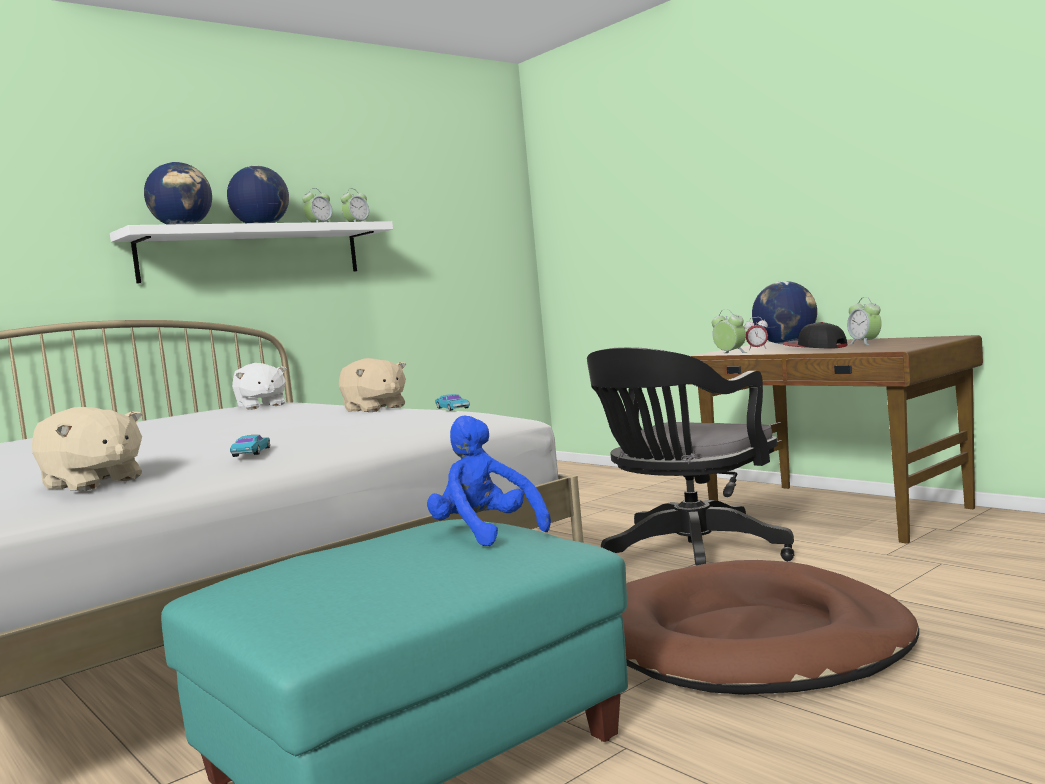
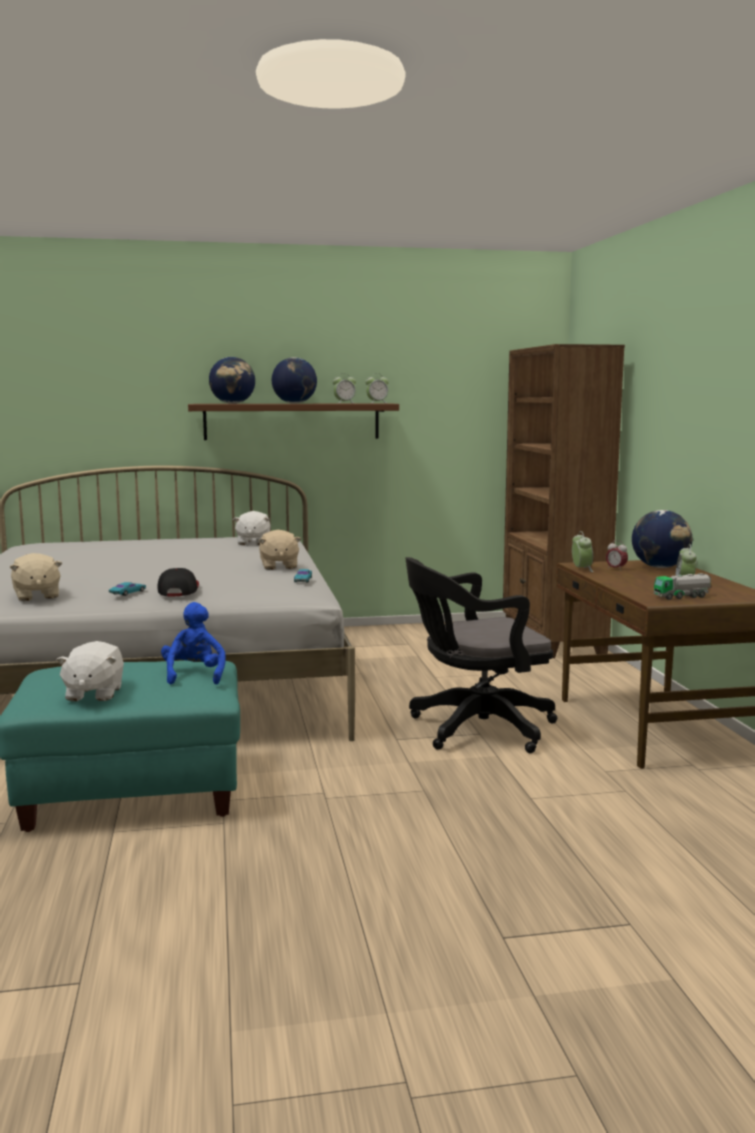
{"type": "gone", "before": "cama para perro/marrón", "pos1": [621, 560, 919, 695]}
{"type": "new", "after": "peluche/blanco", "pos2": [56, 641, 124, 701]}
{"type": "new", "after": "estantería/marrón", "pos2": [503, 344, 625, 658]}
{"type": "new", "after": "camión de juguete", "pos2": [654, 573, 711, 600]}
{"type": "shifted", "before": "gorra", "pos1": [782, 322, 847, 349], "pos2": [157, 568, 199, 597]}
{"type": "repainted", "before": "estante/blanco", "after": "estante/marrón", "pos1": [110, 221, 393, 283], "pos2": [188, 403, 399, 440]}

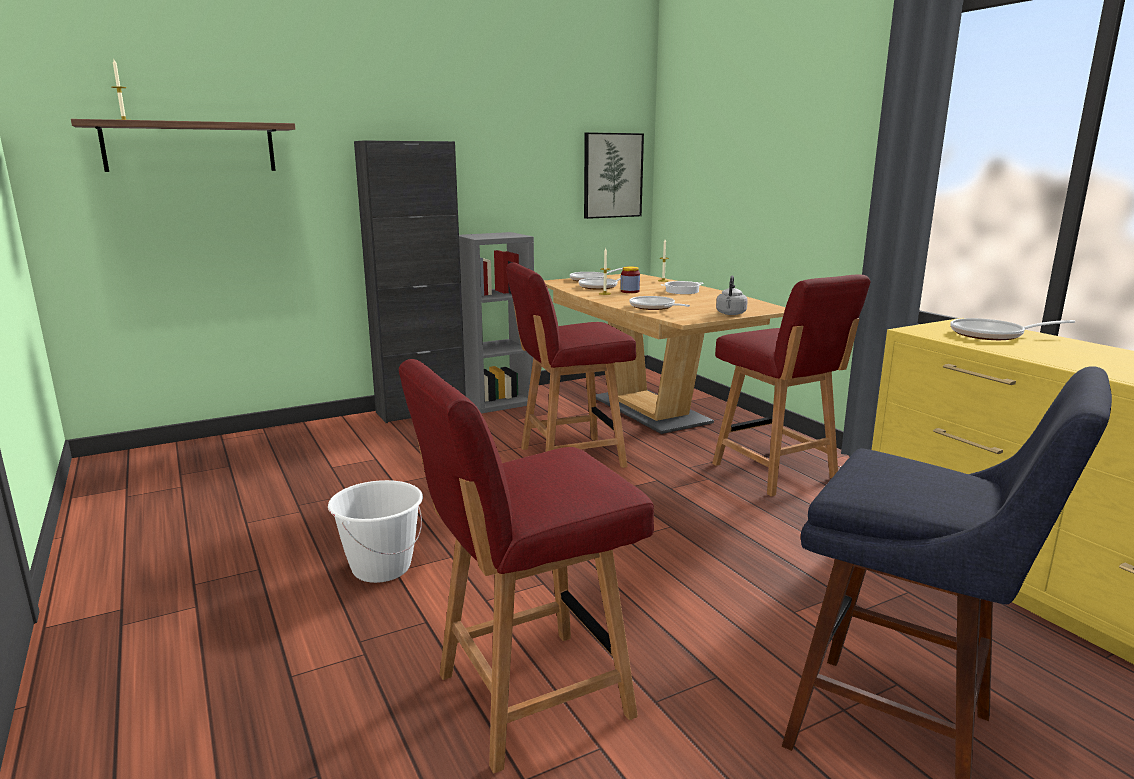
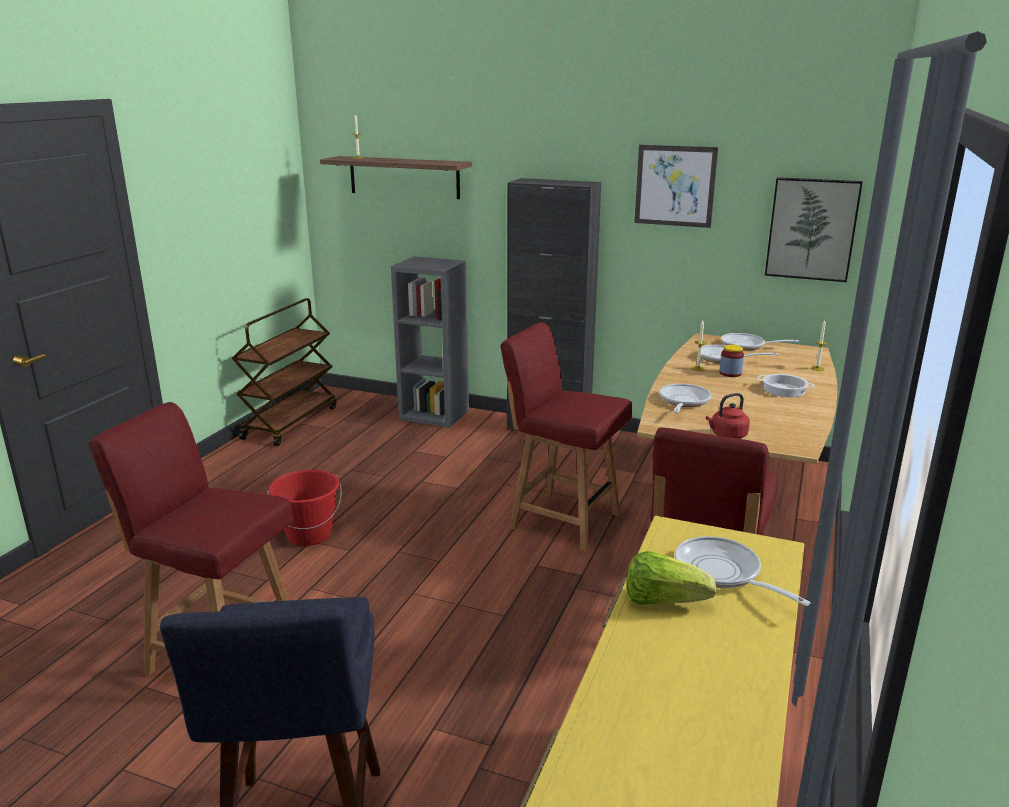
{"type": "new", "after": "carrito/marrón", "pos2": [232, 298, 336, 446]}
{"type": "new", "after": "lechuga", "pos2": [627, 551, 717, 605]}
{"type": "new", "after": "cuadro", "pos2": [634, 145, 718, 228]}
{"type": "shifted", "before": "estantería/gris", "pos1": [459, 232, 534, 413], "pos2": [391, 256, 469, 428]}
{"type": "repainted", "before": "cubo/blanco", "after": "cubo/rojo", "pos1": [328, 480, 423, 583], "pos2": [267, 470, 342, 546]}
{"type": "repainted", "before": "hervidor/gris", "after": "hervidor/rojo", "pos1": [716, 276, 748, 315], "pos2": [706, 393, 750, 439]}

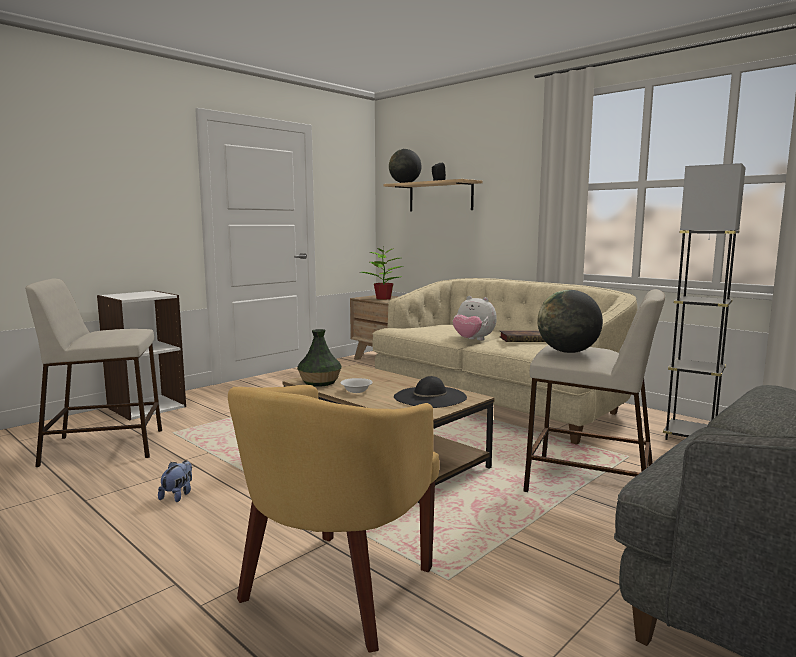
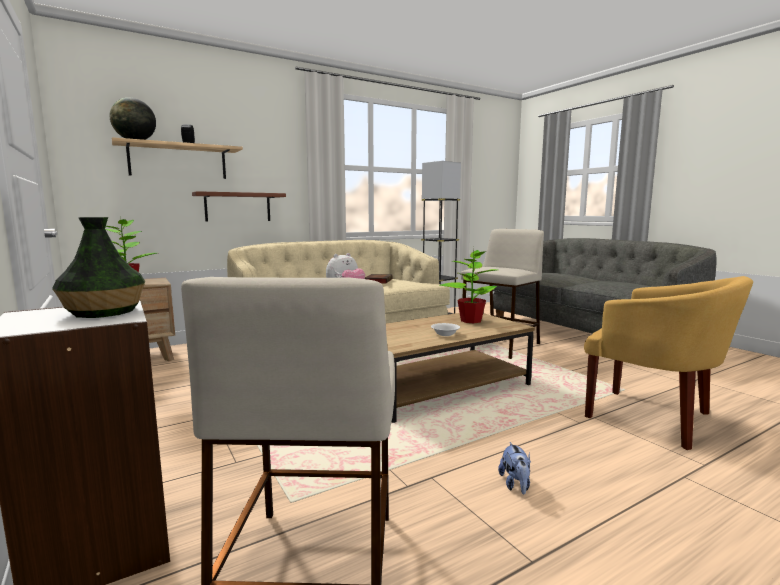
{"type": "gone", "before": "globo terráqueo", "pos1": [537, 290, 603, 353]}
{"type": "new", "after": "estante/marrón", "pos2": [192, 191, 286, 222]}
{"type": "shifted", "before": "florero", "pos1": [297, 329, 342, 386], "pos2": [52, 217, 145, 318]}
{"type": "swapped", "before": "sombrero/negro", "after": "planta en maceta", "pos1": [394, 376, 467, 408], "pos2": [439, 250, 497, 323]}
{"type": "rotated", "before": "peluche", "pos1": [158, 460, 192, 502], "pos2": [498, 442, 531, 494], "turn": -120}

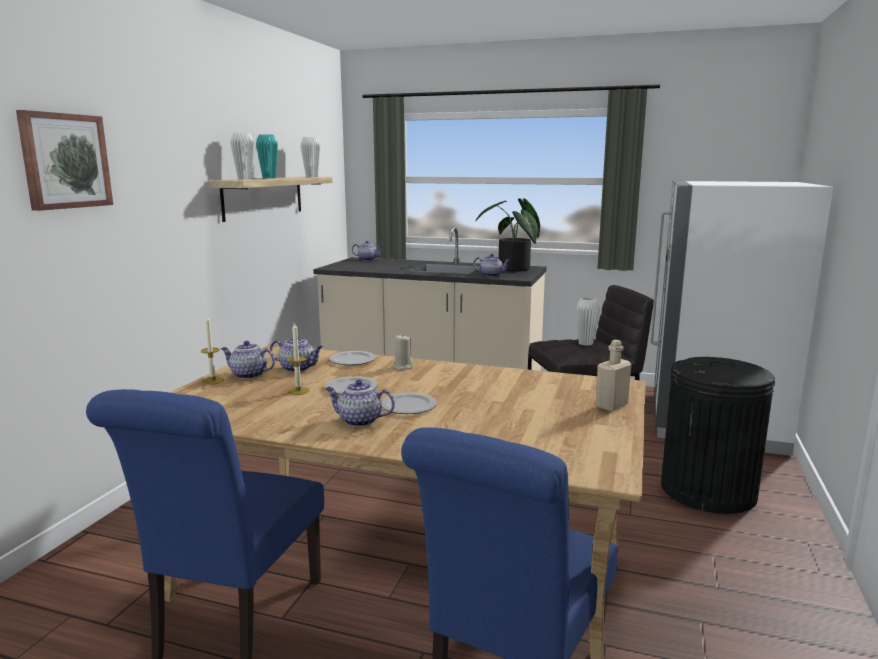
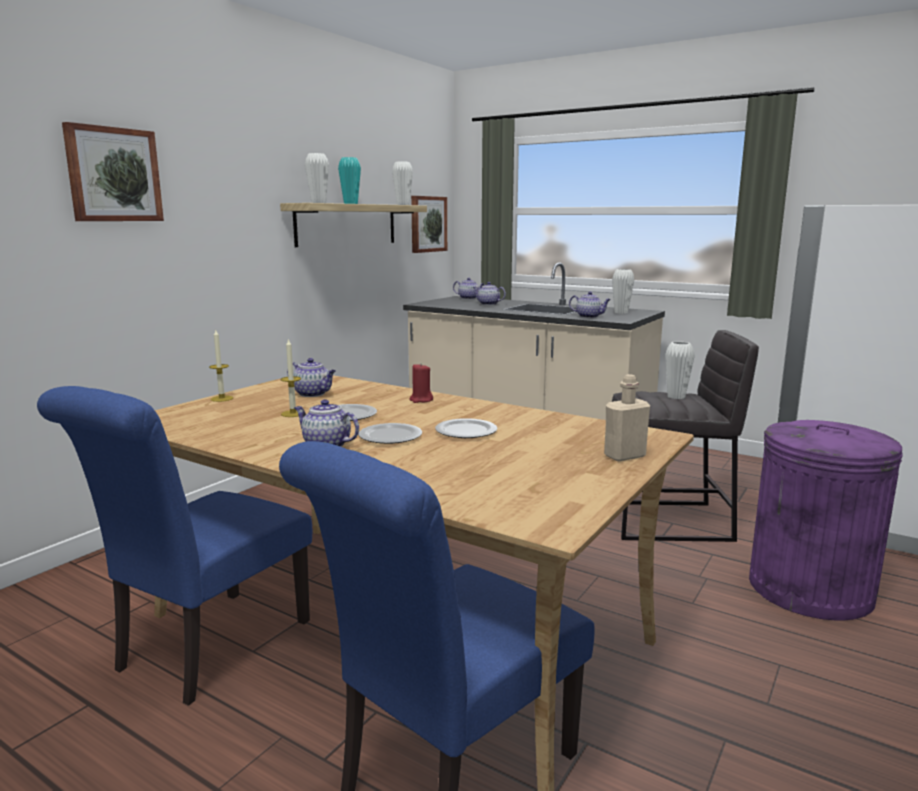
{"type": "new", "after": "cuadro", "pos2": [411, 196, 447, 253]}
{"type": "shifted", "before": "tetera", "pos1": [221, 341, 275, 379], "pos2": [473, 282, 506, 305]}
{"type": "shifted", "before": "plato", "pos1": [329, 351, 376, 366], "pos2": [435, 418, 497, 438]}
{"type": "swapped", "before": "planta en maceta", "after": "florero/blanco", "pos1": [475, 198, 540, 272], "pos2": [612, 269, 634, 314]}
{"type": "repainted", "before": "vela/beis", "after": "vela/rojo", "pos1": [393, 334, 414, 370], "pos2": [410, 364, 433, 403]}
{"type": "repainted", "before": "papelera/negro", "after": "papelera/morado", "pos1": [661, 357, 775, 514], "pos2": [749, 420, 902, 620]}

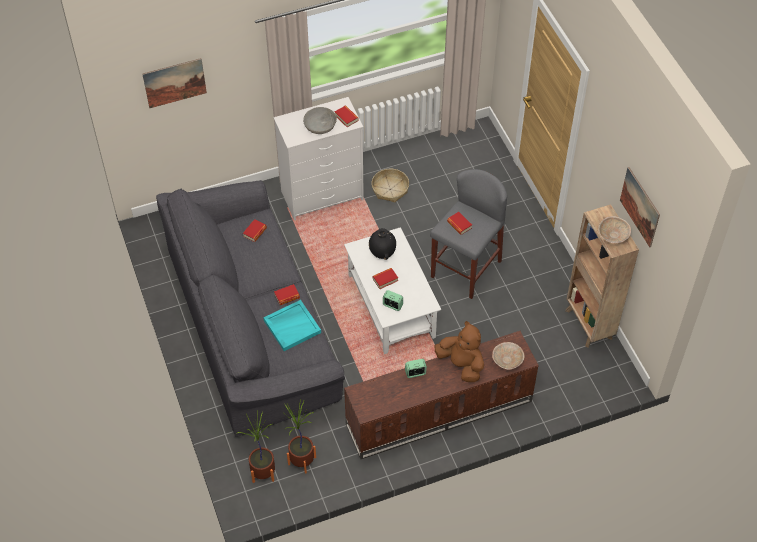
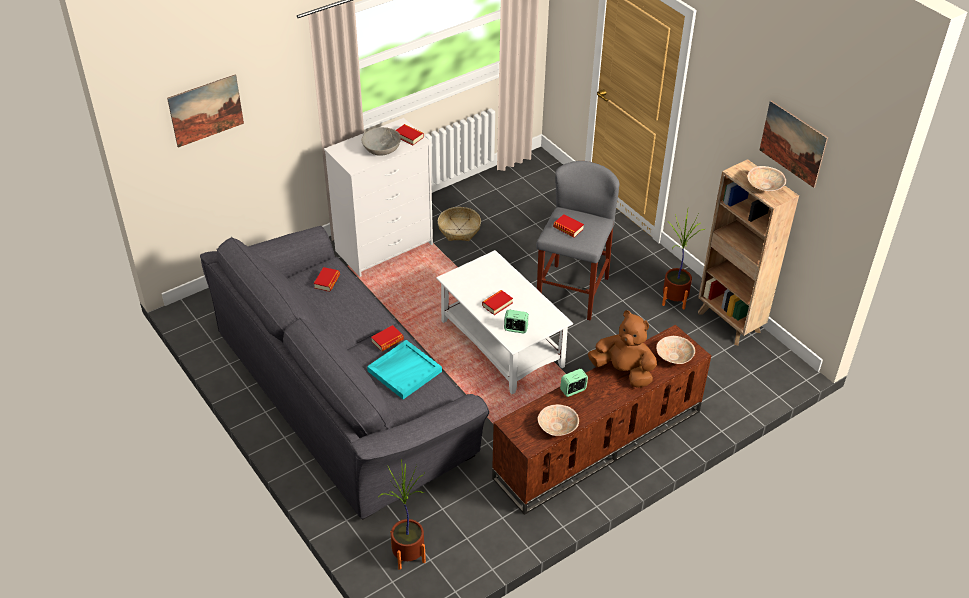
{"type": "gone", "before": "florero/negro", "pos1": [369, 228, 396, 260]}
{"type": "new", "after": "cuenco/beis", "pos2": [537, 404, 579, 436]}
{"type": "shifted", "before": "planta en maceta", "pos1": [285, 401, 316, 474], "pos2": [662, 210, 706, 310]}

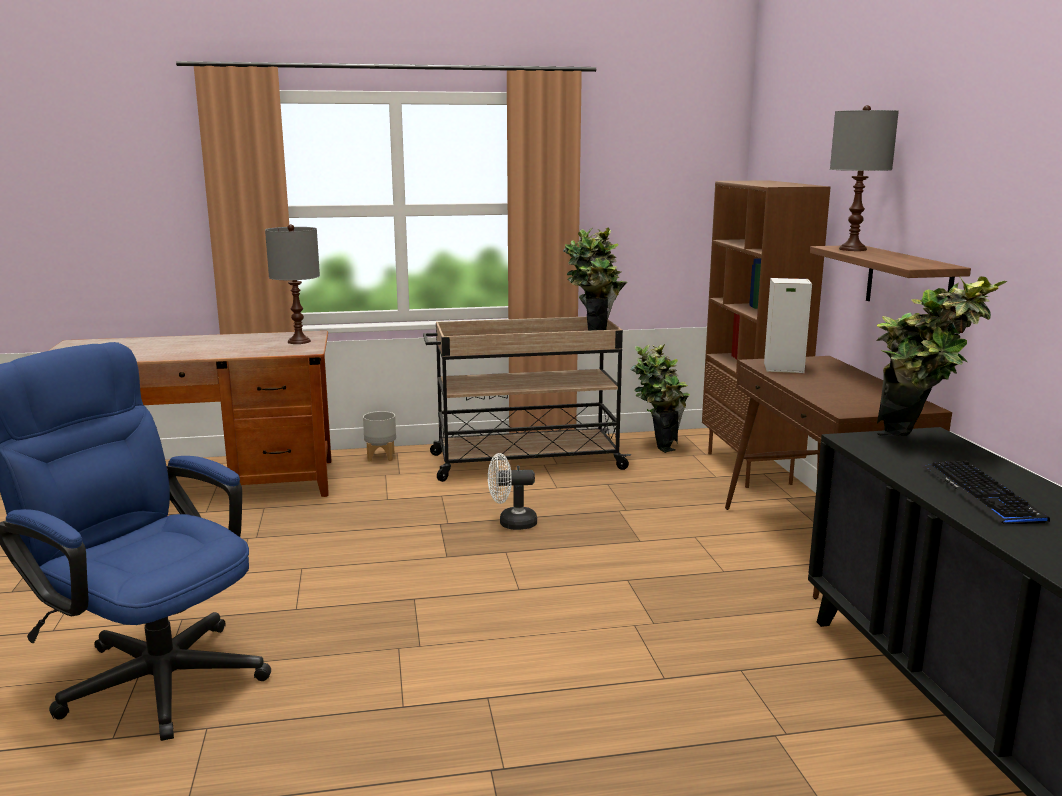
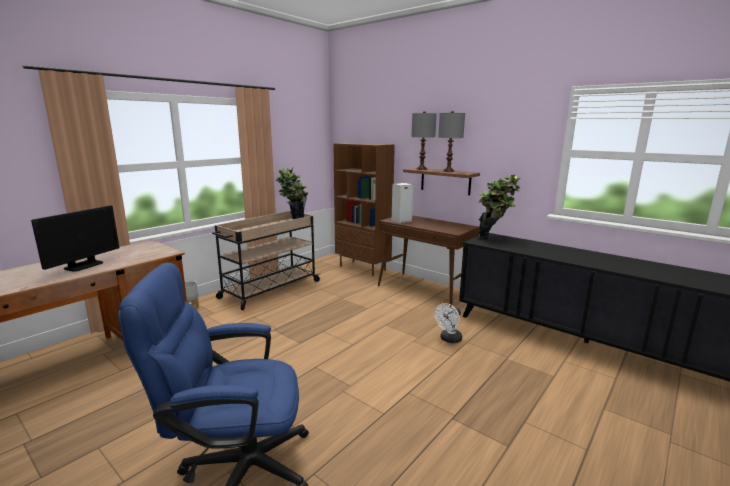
{"type": "gone", "before": "planta en maceta", "pos1": [631, 344, 690, 453]}
{"type": "gone", "before": "teclado", "pos1": [923, 461, 1050, 524]}
{"type": "new", "after": "monitor", "pos2": [31, 205, 120, 272]}
{"type": "shifted", "before": "lámpara de mesa/gris", "pos1": [265, 224, 320, 344], "pos2": [438, 111, 465, 172]}
{"type": "shifted", "before": "ventilador/blanco", "pos1": [488, 453, 537, 530], "pos2": [435, 303, 462, 343]}

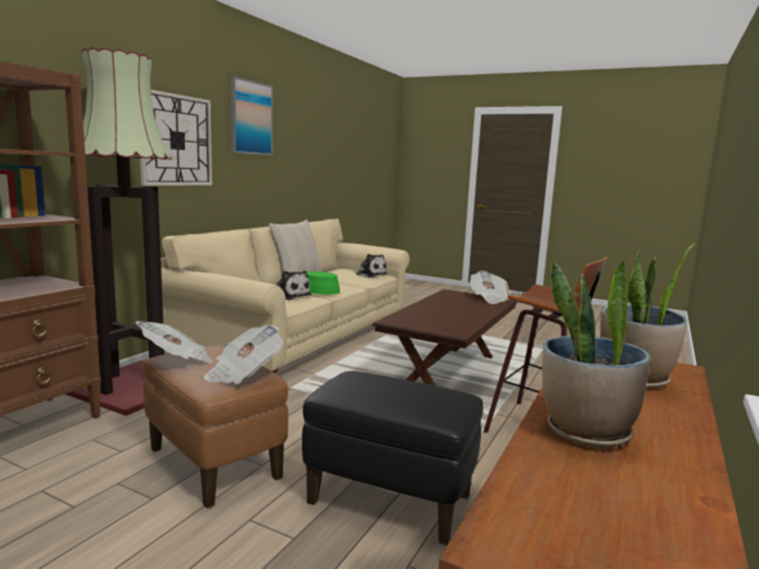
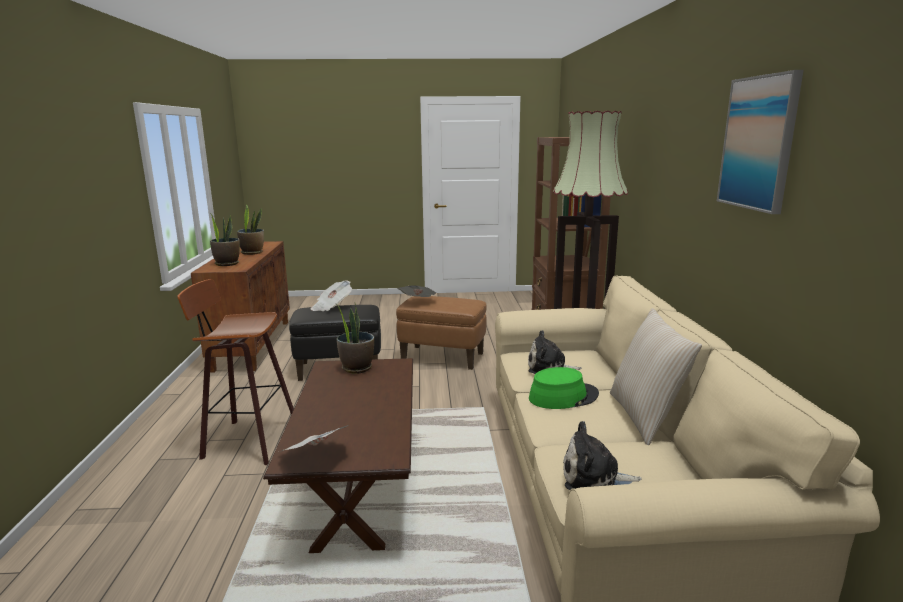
{"type": "gone", "before": "reloj de pared", "pos1": [140, 90, 212, 185]}
{"type": "new", "after": "planta en maceta", "pos2": [335, 303, 374, 373]}
{"type": "shifted", "before": "periódico", "pos1": [136, 321, 212, 363], "pos2": [310, 280, 352, 311]}

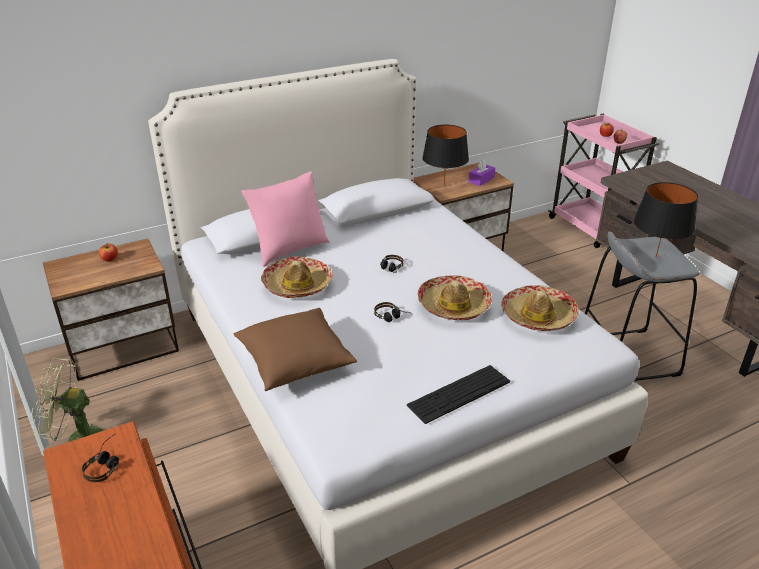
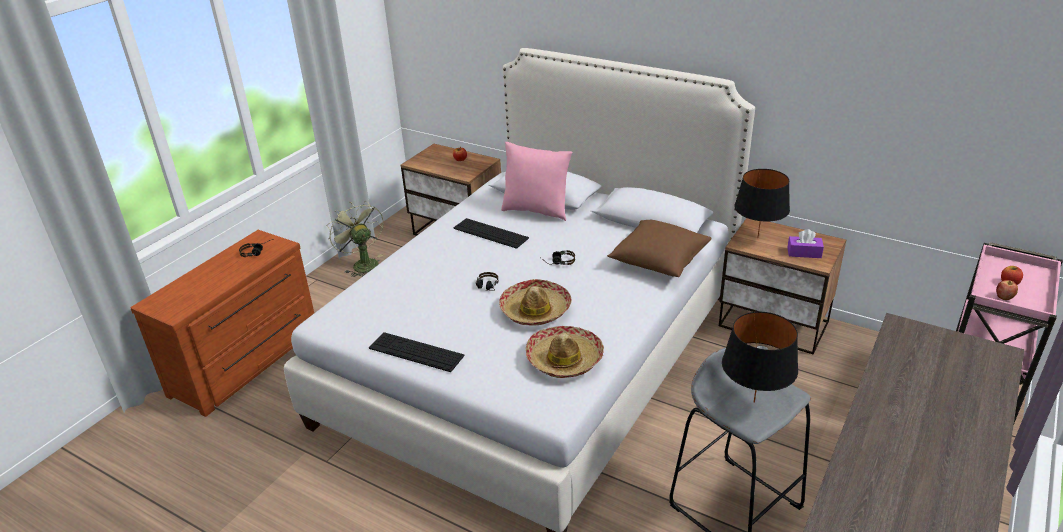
{"type": "shifted", "before": "cojín/marrón", "pos1": [234, 308, 357, 391], "pos2": [607, 220, 711, 277]}
{"type": "swapped", "before": "sombrero", "after": "teclado", "pos1": [261, 256, 333, 298], "pos2": [453, 218, 529, 249]}

